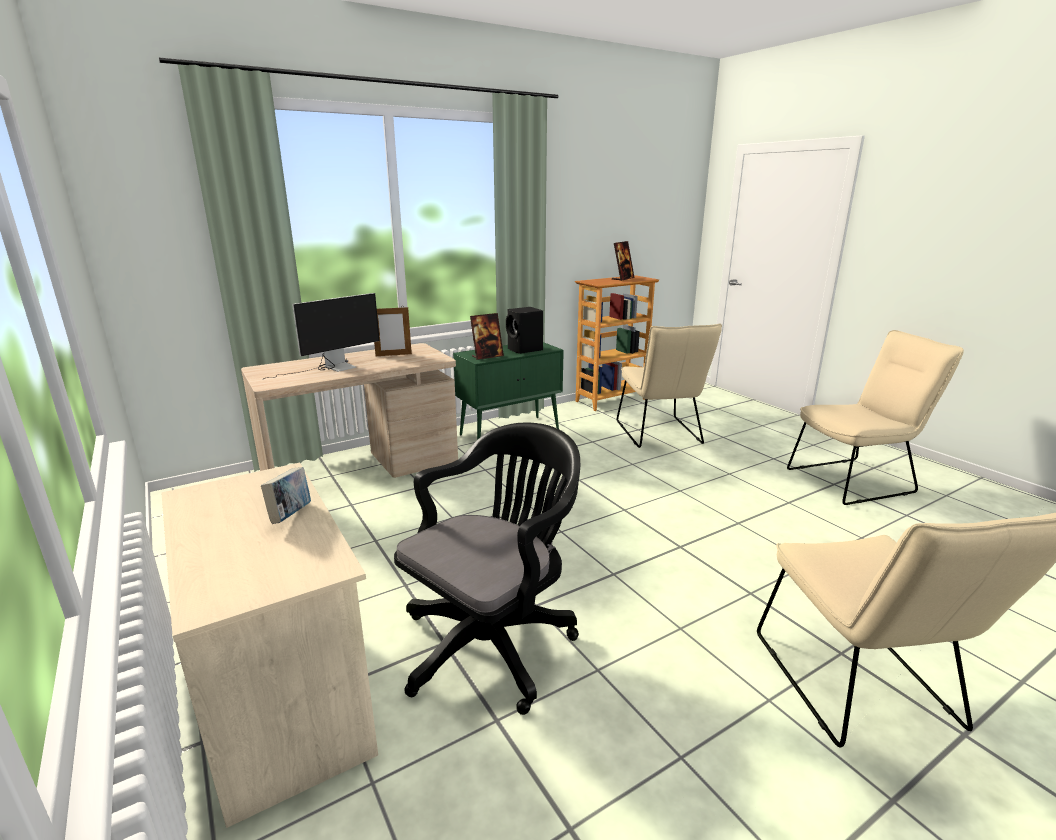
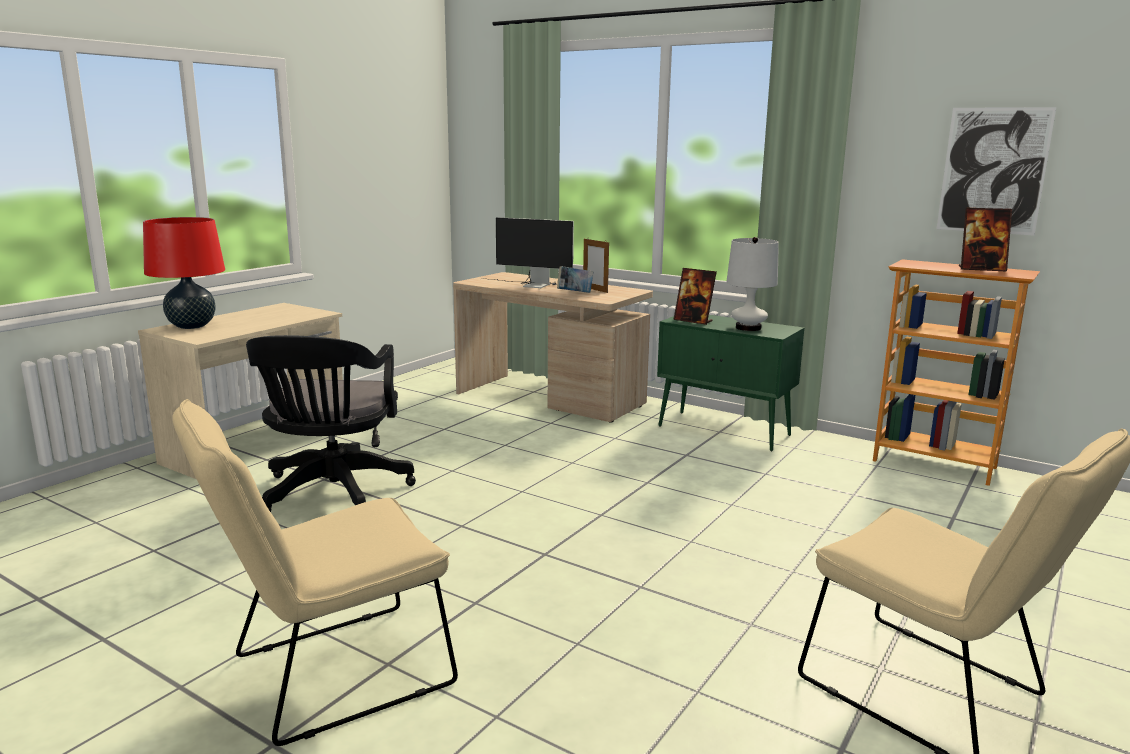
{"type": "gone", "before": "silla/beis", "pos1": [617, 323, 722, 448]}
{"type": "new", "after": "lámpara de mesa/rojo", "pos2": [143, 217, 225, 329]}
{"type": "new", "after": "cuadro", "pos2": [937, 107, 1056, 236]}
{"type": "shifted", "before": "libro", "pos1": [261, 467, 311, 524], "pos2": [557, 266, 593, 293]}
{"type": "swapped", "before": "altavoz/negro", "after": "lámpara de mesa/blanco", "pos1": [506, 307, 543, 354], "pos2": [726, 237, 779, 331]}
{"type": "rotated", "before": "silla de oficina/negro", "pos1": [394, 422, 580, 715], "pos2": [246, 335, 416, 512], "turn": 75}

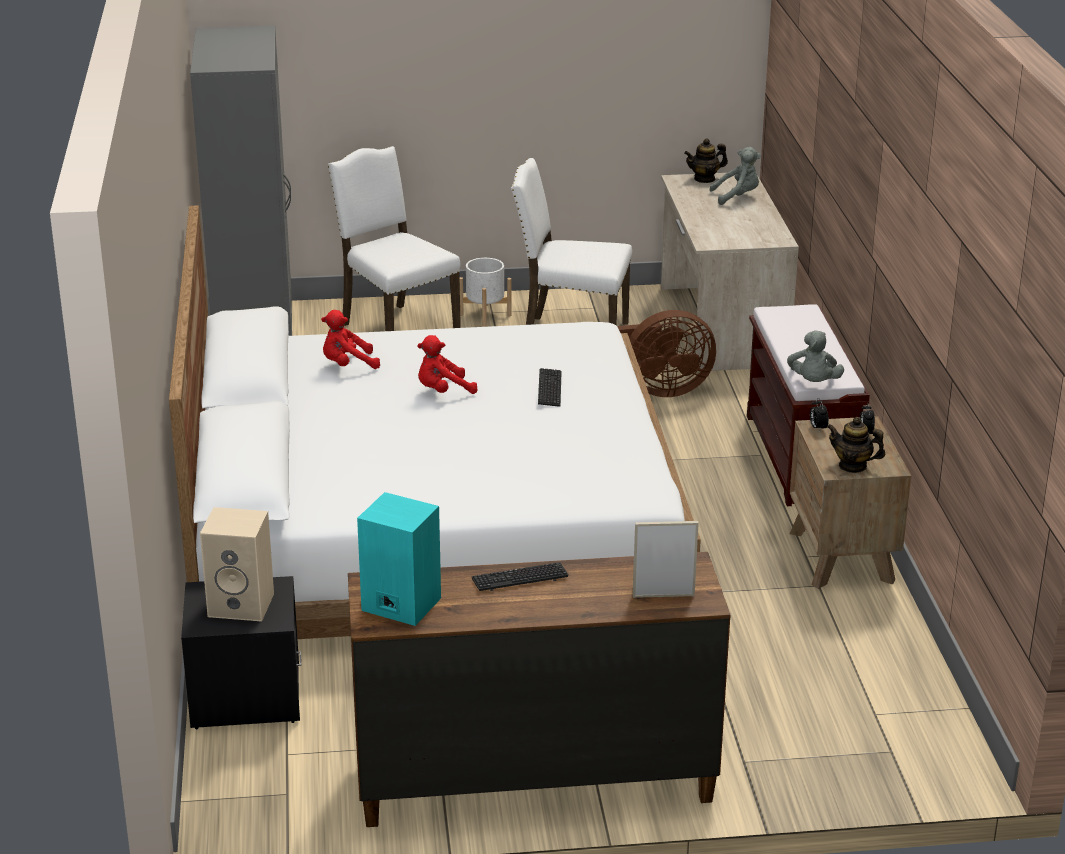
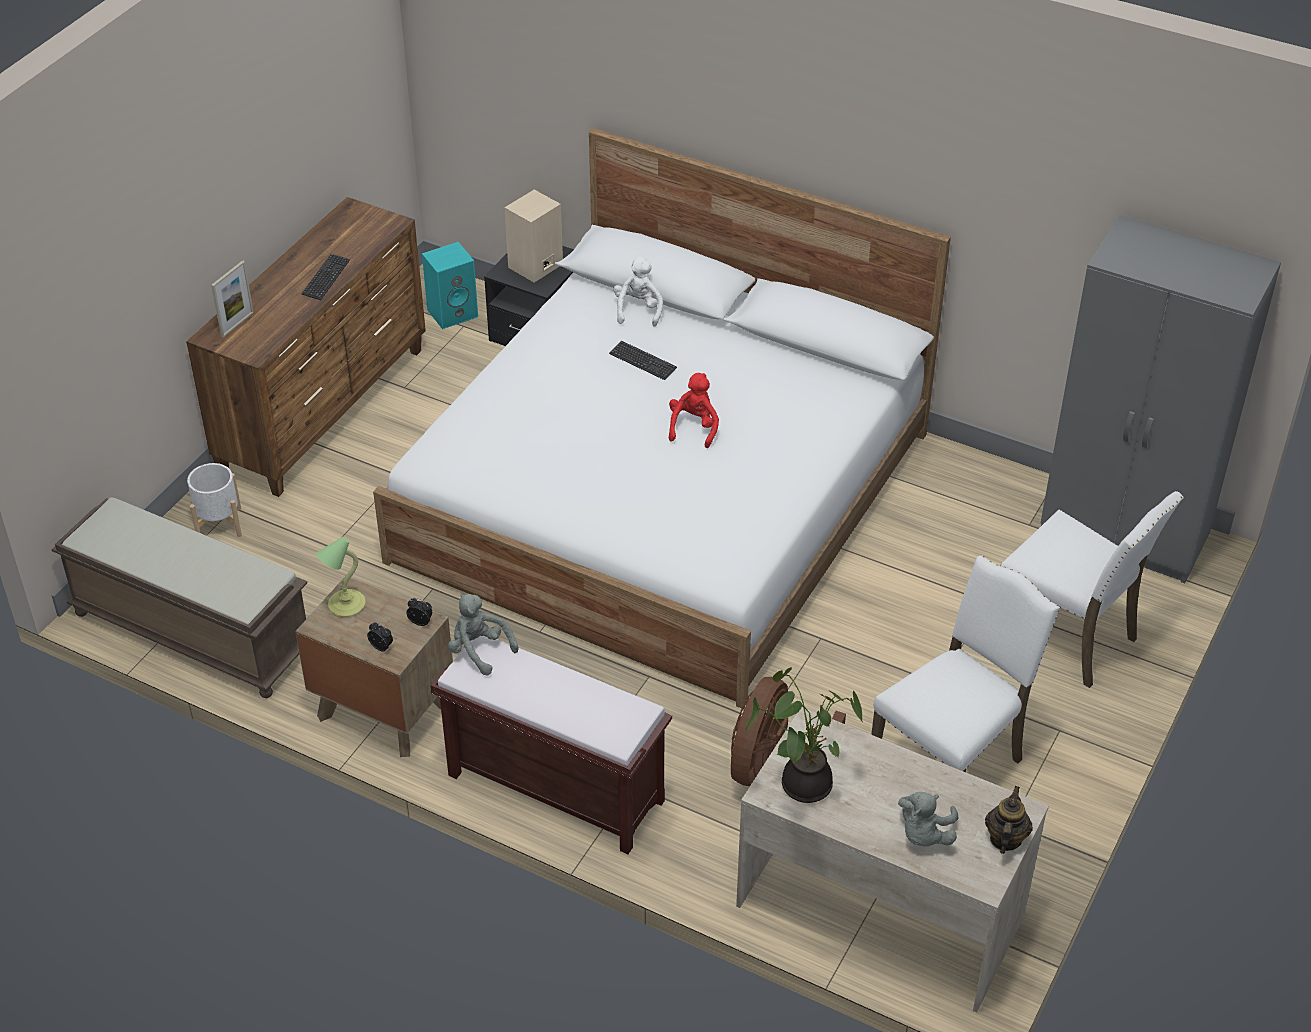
{"type": "gone", "before": "peluche/rojo", "pos1": [321, 310, 380, 369]}
{"type": "new", "after": "banco/marrón", "pos2": [52, 497, 308, 698]}
{"type": "new", "after": "peluche/blanco", "pos2": [613, 257, 663, 327]}
{"type": "new", "after": "planta en maceta", "pos2": [746, 667, 863, 803]}
{"type": "shifted", "before": "altavoz/turquesa", "pos1": [357, 492, 441, 626], "pos2": [422, 242, 478, 329]}
{"type": "shifted", "before": "maceta/blanco", "pos1": [460, 258, 512, 327], "pos2": [187, 463, 242, 537]}
{"type": "shifted", "before": "teclado", "pos1": [538, 368, 562, 407], "pos2": [609, 341, 677, 380]}
{"type": "swapped", "before": "tetera", "after": "lámpara de mesa", "pos1": [827, 417, 885, 473], "pos2": [316, 537, 366, 616]}
{"type": "rotated", "before": "silla/blanco", "pos1": [328, 146, 461, 331], "pos2": [1000, 491, 1184, 688], "turn": 45}

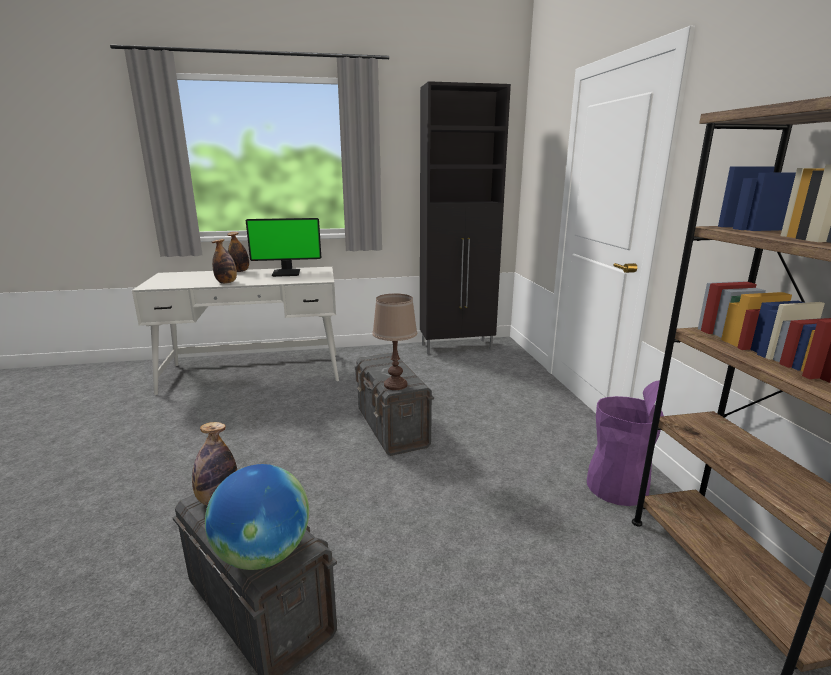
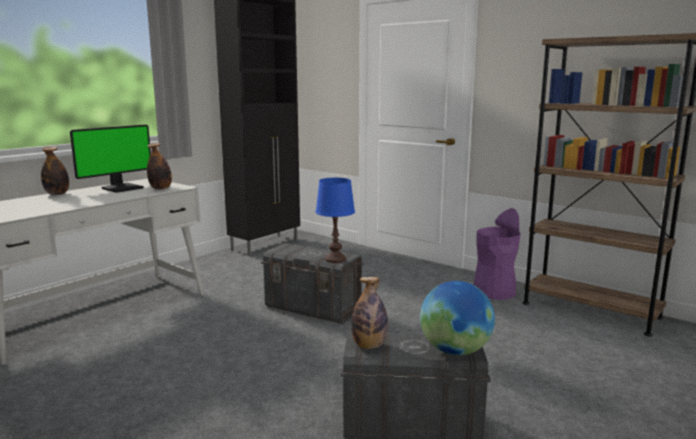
{"type": "shifted", "before": "botella", "pos1": [212, 239, 237, 284], "pos2": [147, 143, 172, 190]}
{"type": "repainted", "before": "lámpara de mesa/marrón", "after": "lámpara de mesa/azul", "pos1": [372, 293, 417, 390], "pos2": [315, 178, 355, 263]}

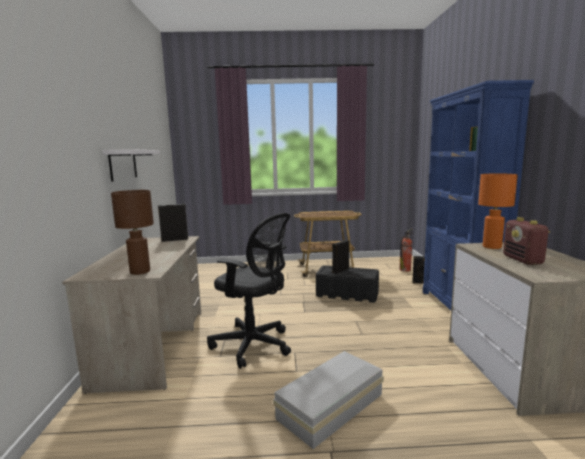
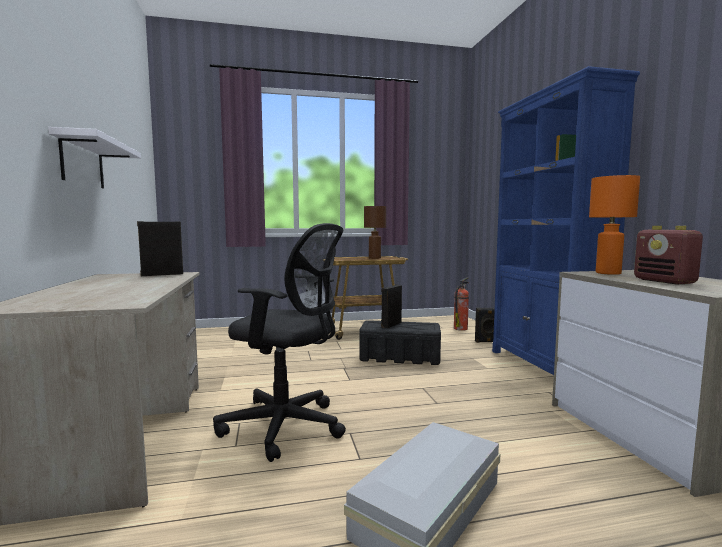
{"type": "shifted", "before": "lámpara de mesa/marrón", "pos1": [111, 190, 154, 275], "pos2": [364, 206, 386, 259]}

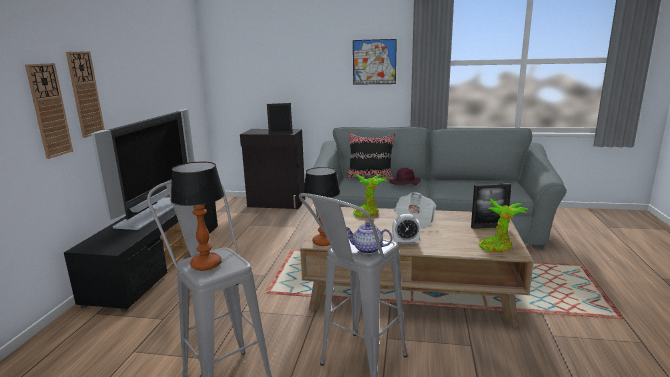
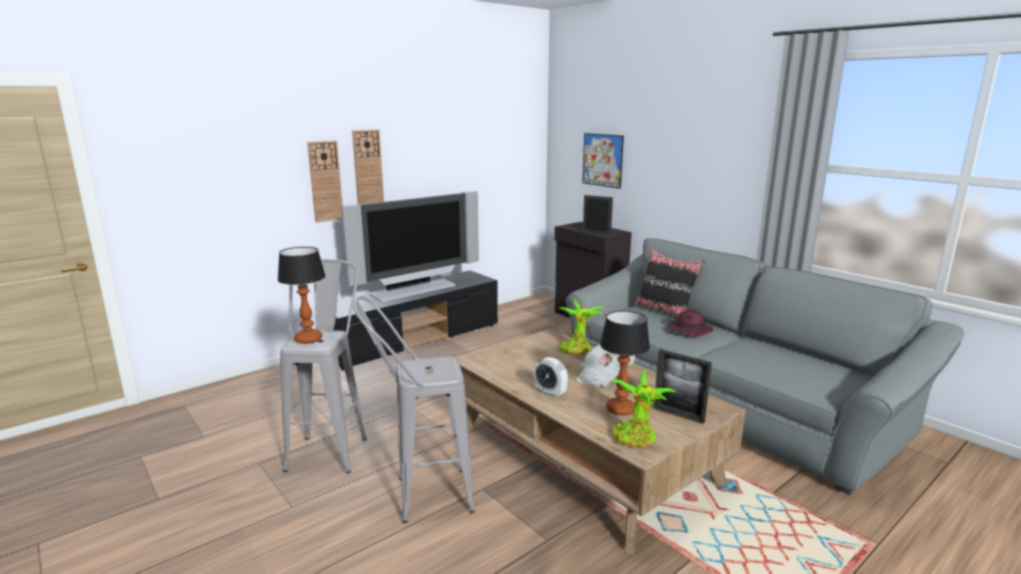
{"type": "gone", "before": "tetera", "pos1": [346, 222, 392, 254]}
{"type": "shifted", "before": "lámpara de mesa", "pos1": [303, 167, 340, 246], "pos2": [600, 311, 650, 415]}
{"type": "shifted", "before": "cuadro", "pos1": [353, 39, 397, 85], "pos2": [582, 133, 624, 189]}

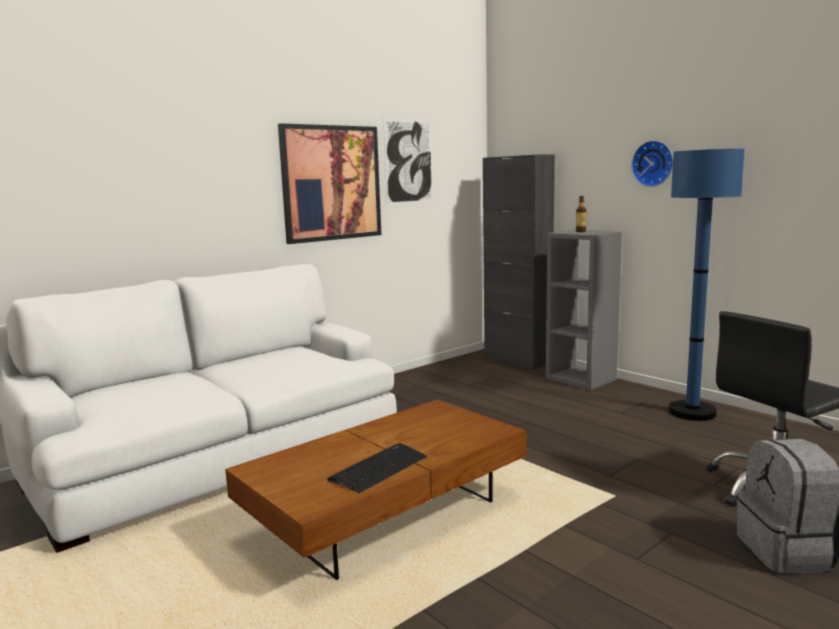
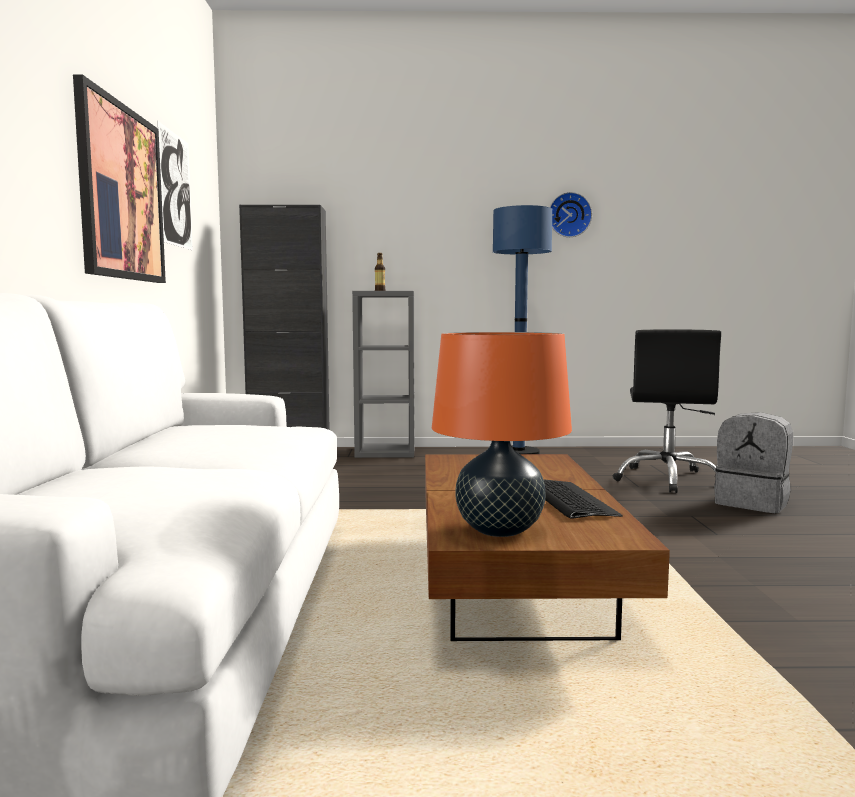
{"type": "new", "after": "lámpara de mesa/naranja", "pos2": [432, 332, 572, 537]}
{"type": "shifted", "before": "reloj de pared", "pos1": [631, 140, 673, 187], "pos2": [550, 192, 592, 237]}

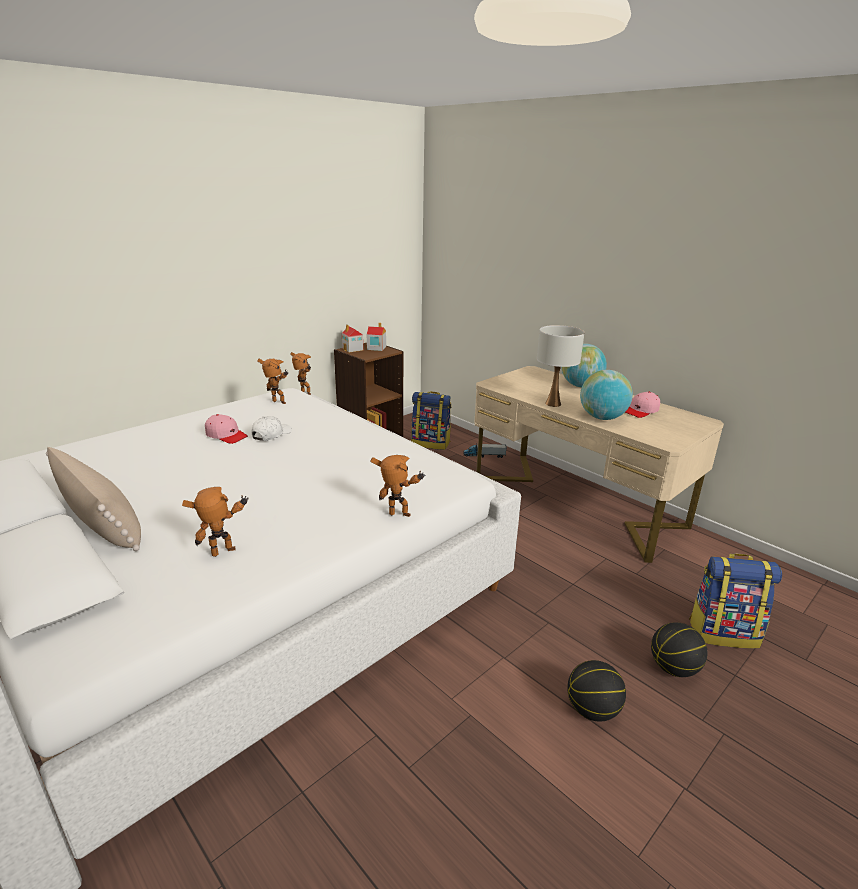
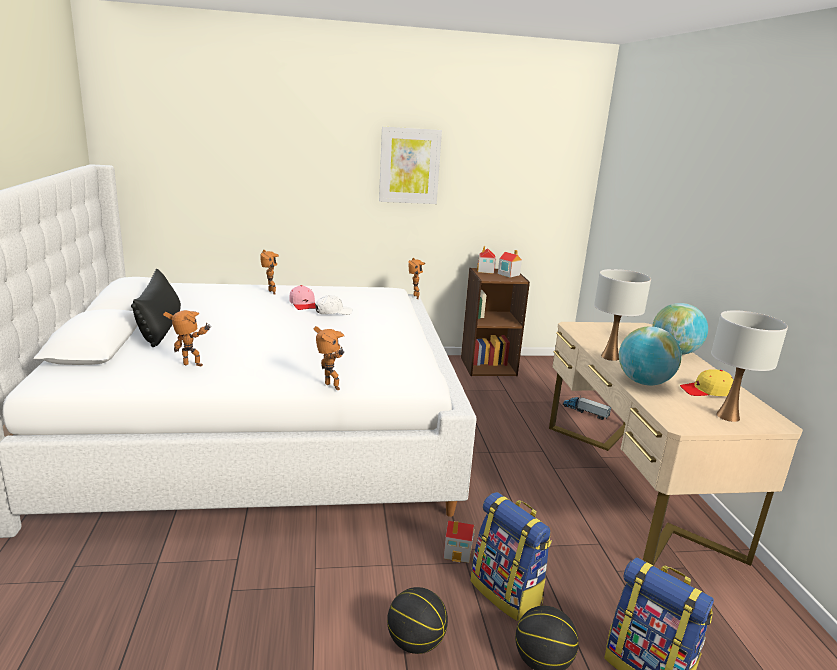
{"type": "new", "after": "cuadro", "pos2": [379, 126, 442, 204]}
{"type": "new", "after": "casita", "pos2": [443, 521, 475, 563]}
{"type": "new", "after": "lámpara de mesa/blanco", "pos2": [711, 310, 788, 422]}
{"type": "shifted", "before": "robot de juguete", "pos1": [257, 359, 289, 404], "pos2": [260, 250, 279, 295]}
{"type": "shifted", "before": "mochila", "pos1": [411, 391, 451, 450], "pos2": [470, 492, 552, 621]}
{"type": "repainted", "before": "cojín/beis", "after": "cojín/negro", "pos1": [46, 447, 141, 551], "pos2": [131, 269, 181, 347]}
{"type": "repainted", "before": "gorra/rosa", "after": "gorra/amarillo", "pos1": [625, 392, 660, 418], "pos2": [680, 369, 733, 396]}

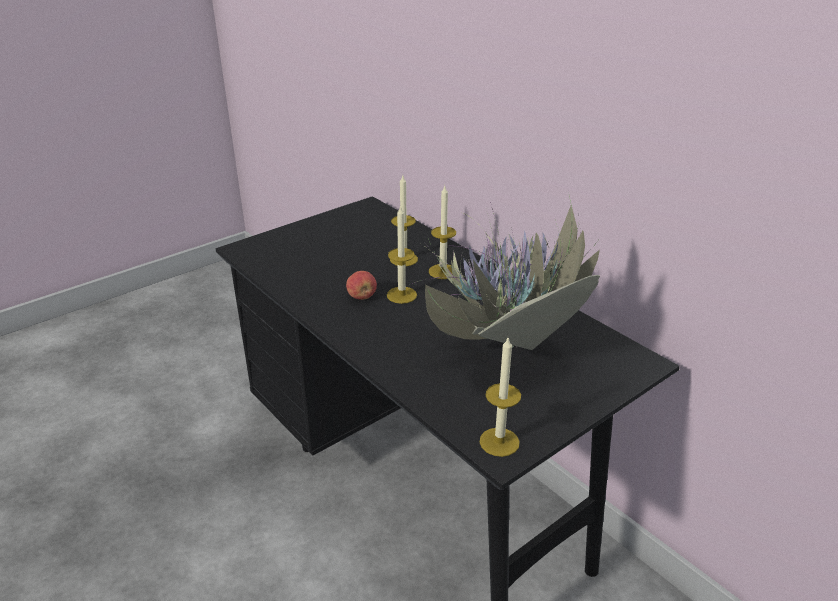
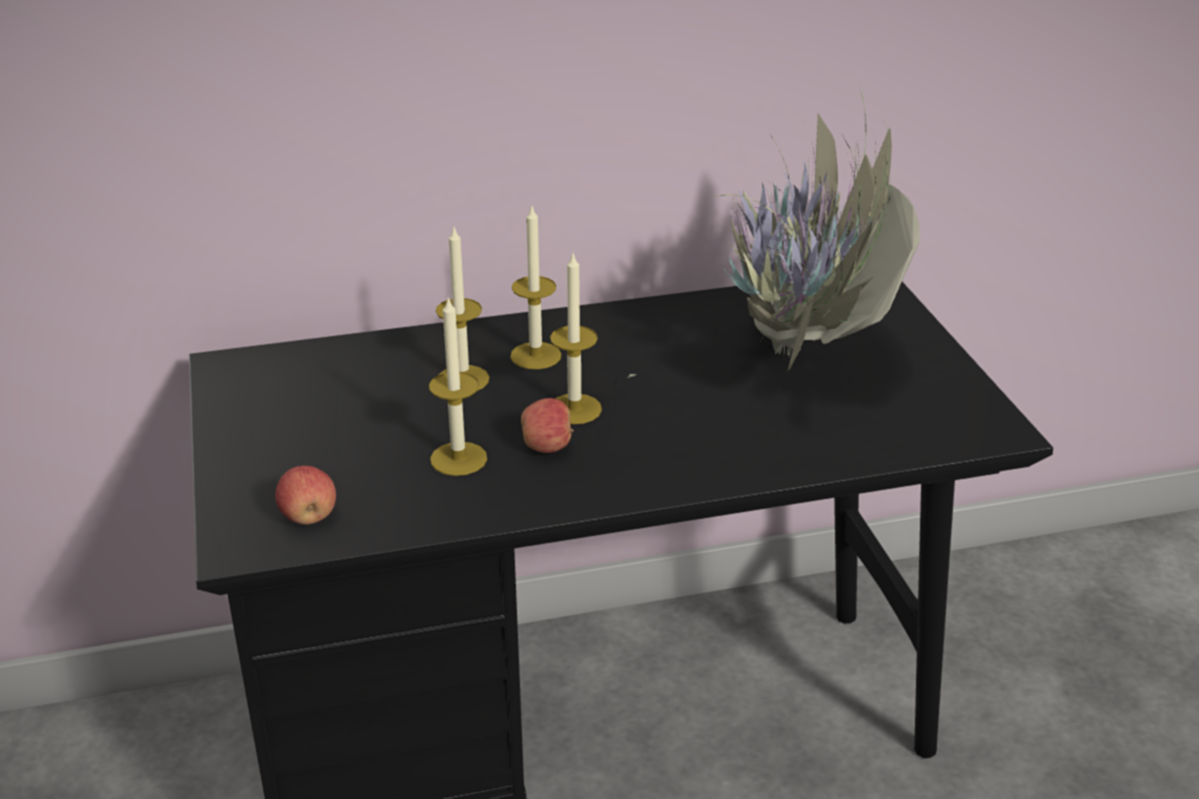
{"type": "new", "after": "manzana", "pos2": [275, 466, 336, 525]}
{"type": "shifted", "before": "vela", "pos1": [480, 338, 521, 457], "pos2": [429, 297, 487, 476]}

